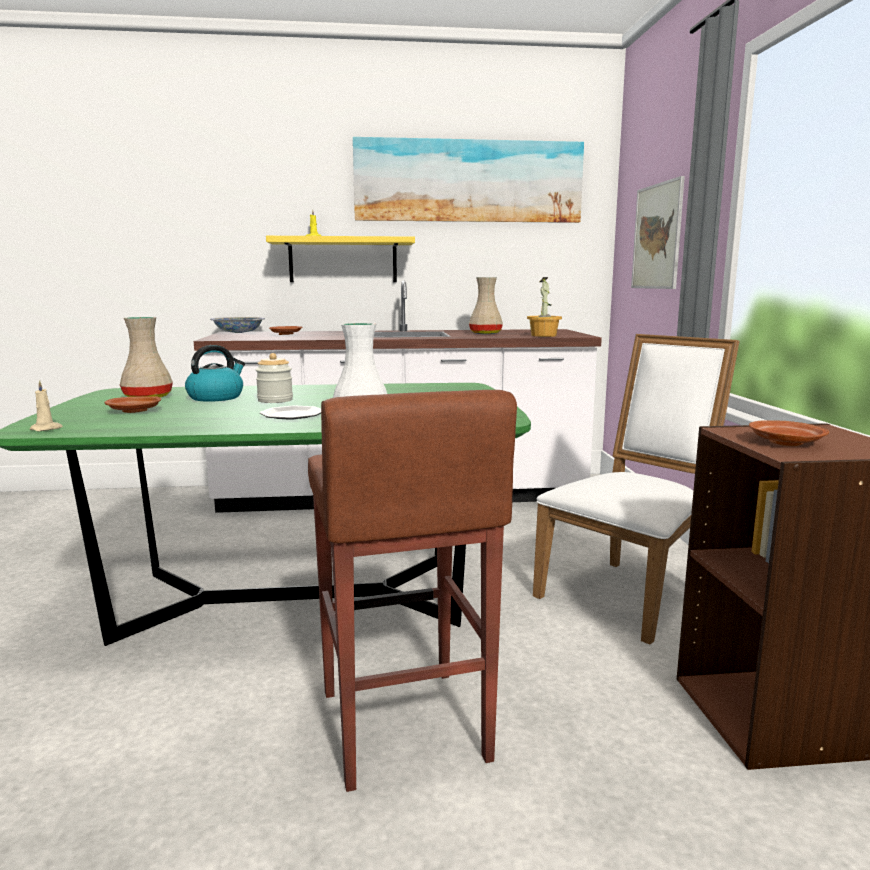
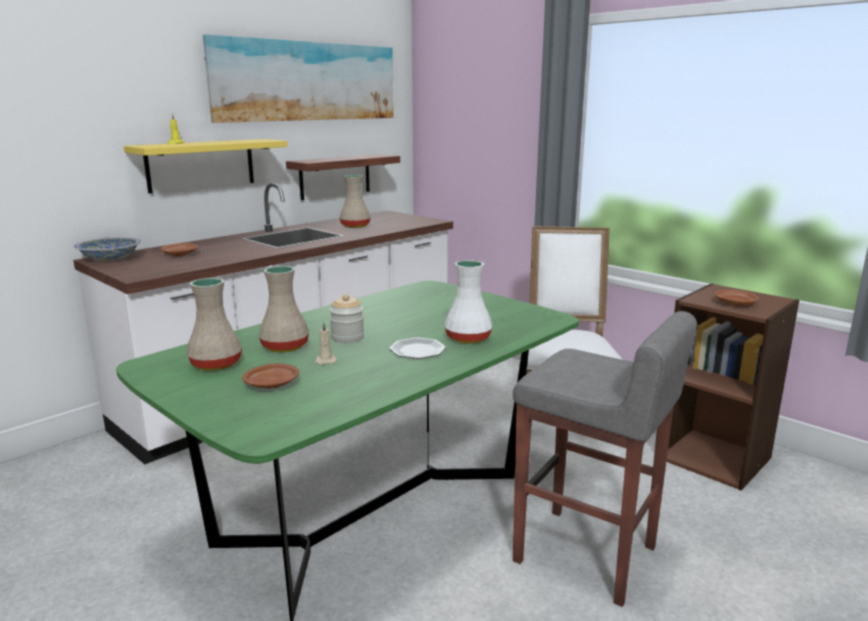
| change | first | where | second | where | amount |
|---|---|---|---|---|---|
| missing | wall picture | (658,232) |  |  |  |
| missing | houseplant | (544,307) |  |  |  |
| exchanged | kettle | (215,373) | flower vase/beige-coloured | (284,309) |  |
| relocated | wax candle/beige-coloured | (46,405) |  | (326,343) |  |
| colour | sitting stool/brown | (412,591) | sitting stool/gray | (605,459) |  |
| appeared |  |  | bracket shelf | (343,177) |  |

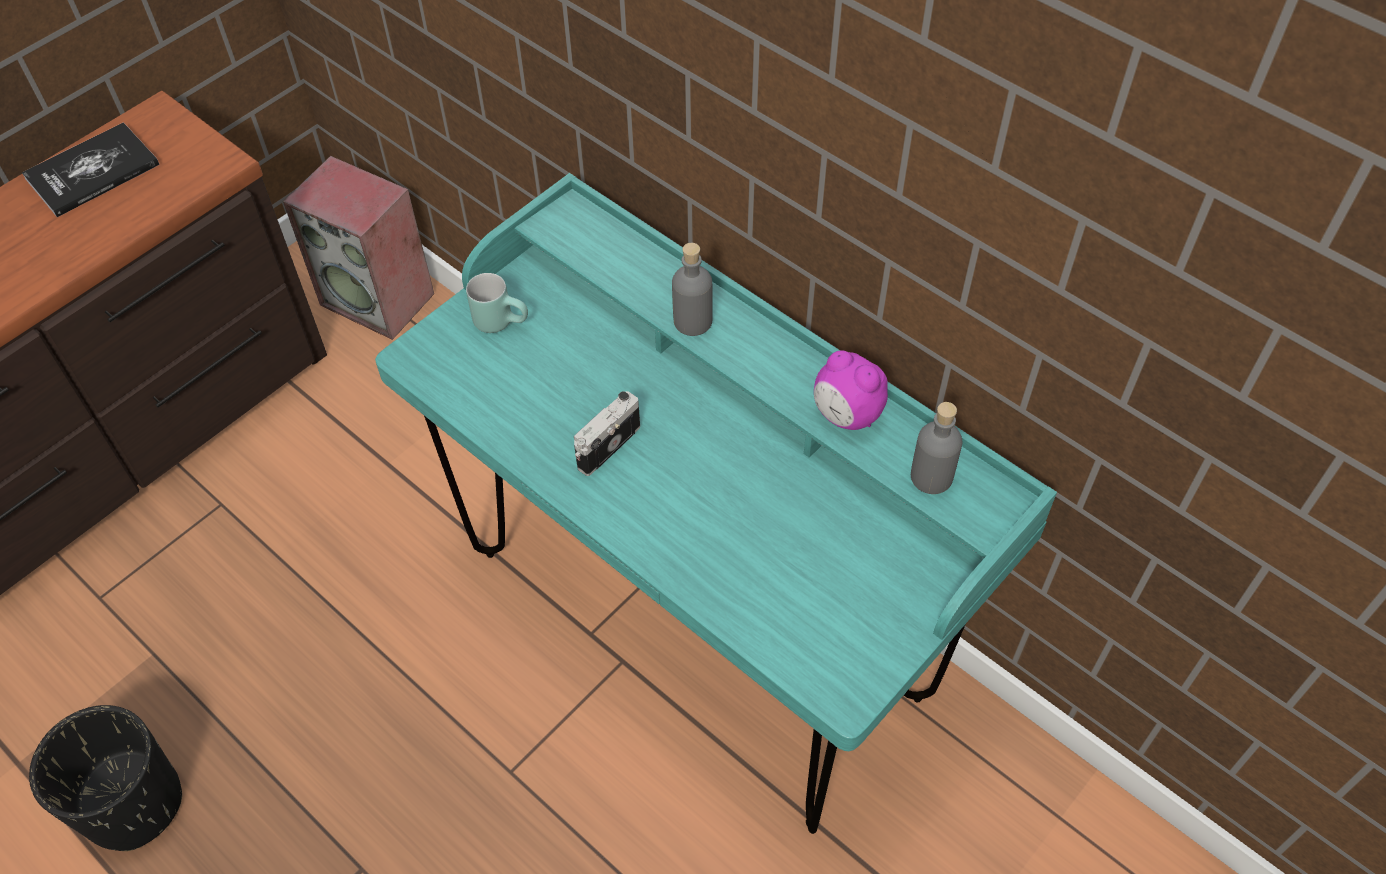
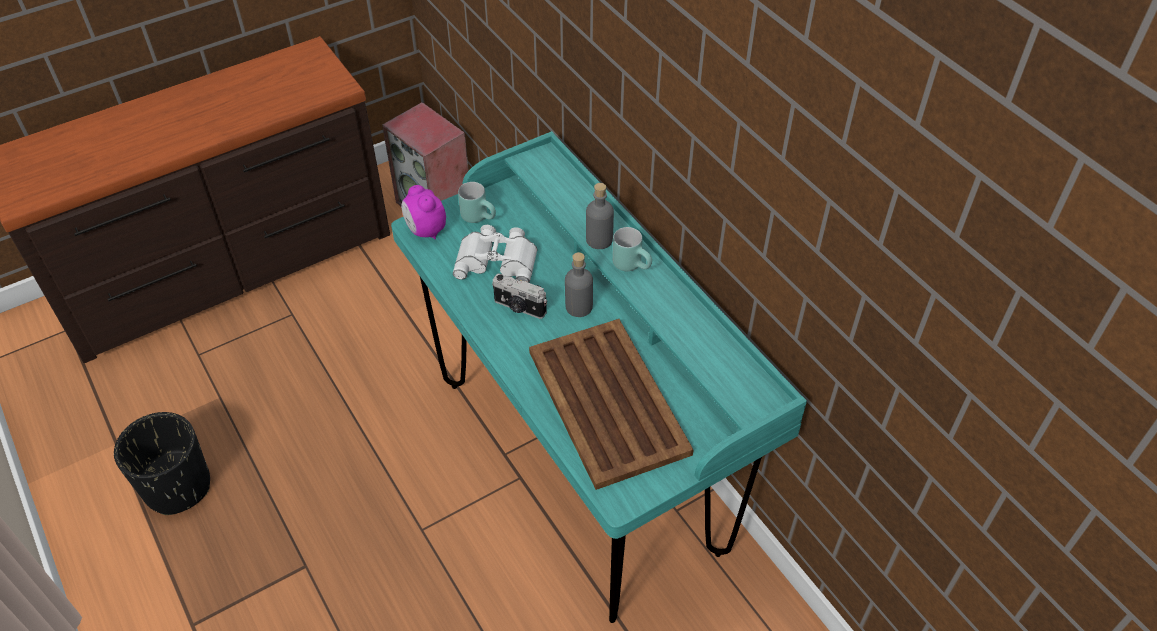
| change | first | where | second | where | amount |
|---|---|---|---|---|---|
| missing | bound book | (91,169) |  |  |  |
| relocated | bedside clock | (851,390) |  | (423,212) |  |
| spun | photo camera | (607,433) |  | (519,296) | 120 degrees counterclockwise |
| relocated | beverage bottle/gray | (937,448) |  | (579,284) |  |
| appeared |  |  | binoculars/whitish | (495,254) |  |
| appeared |  |  | coffee mug/turquoise | (632,249) |  |
| appeared |  |  | tray/brown | (611,404) |  |

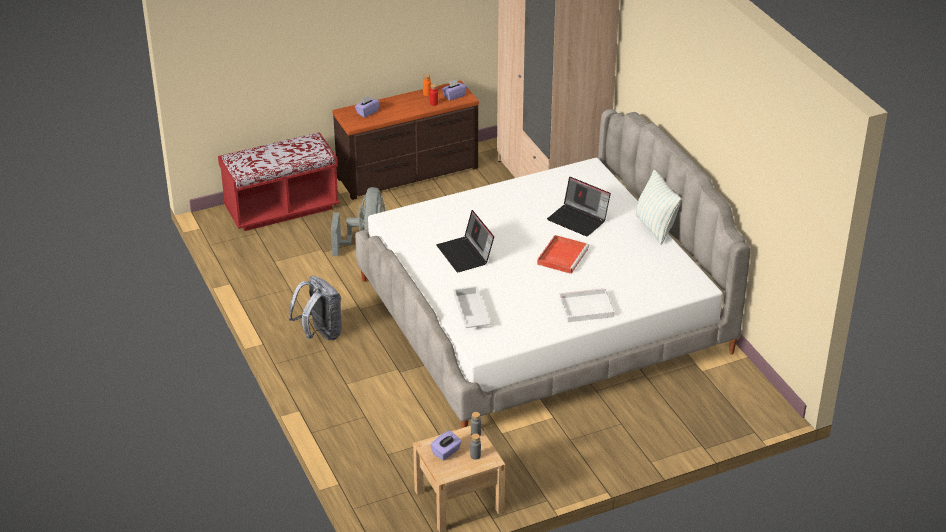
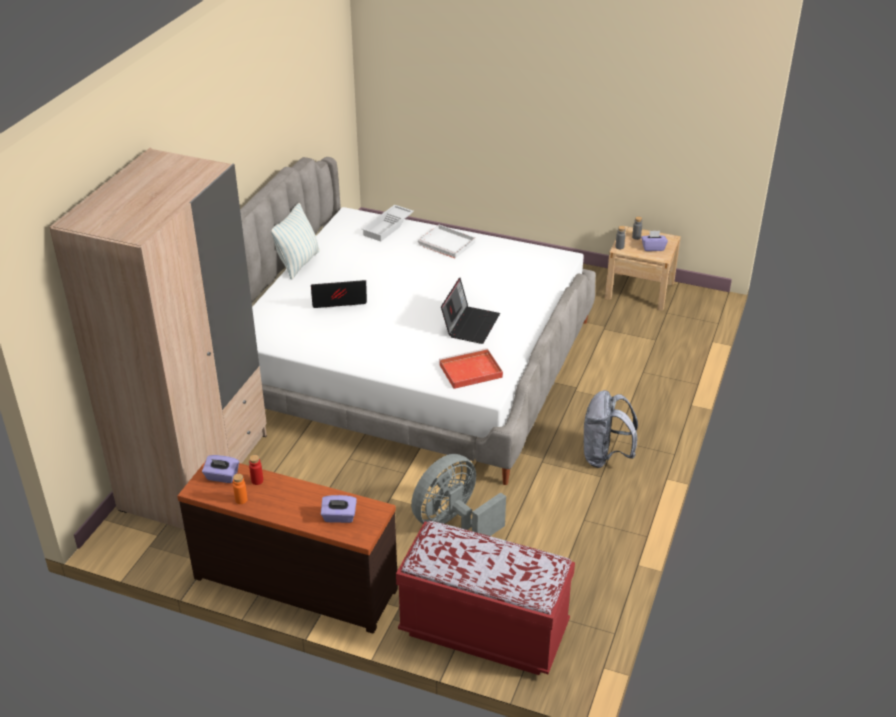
| change | first | where | second | where | amount |
|---|---|---|---|---|---|
| spun | laptop | (579,207) |  | (339,294) | 90 degrees counterclockwise |
| relocated | tray/red | (563,254) |  | (471,368) |  |
| relocated | tray/whitish | (472,307) |  | (387,223) |  |

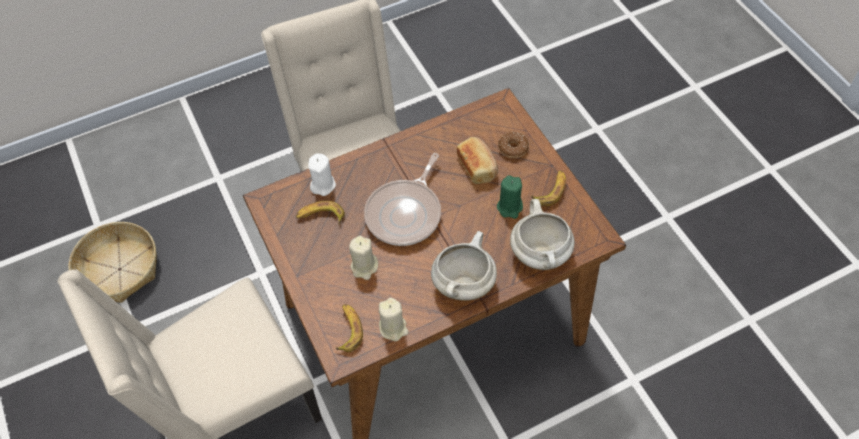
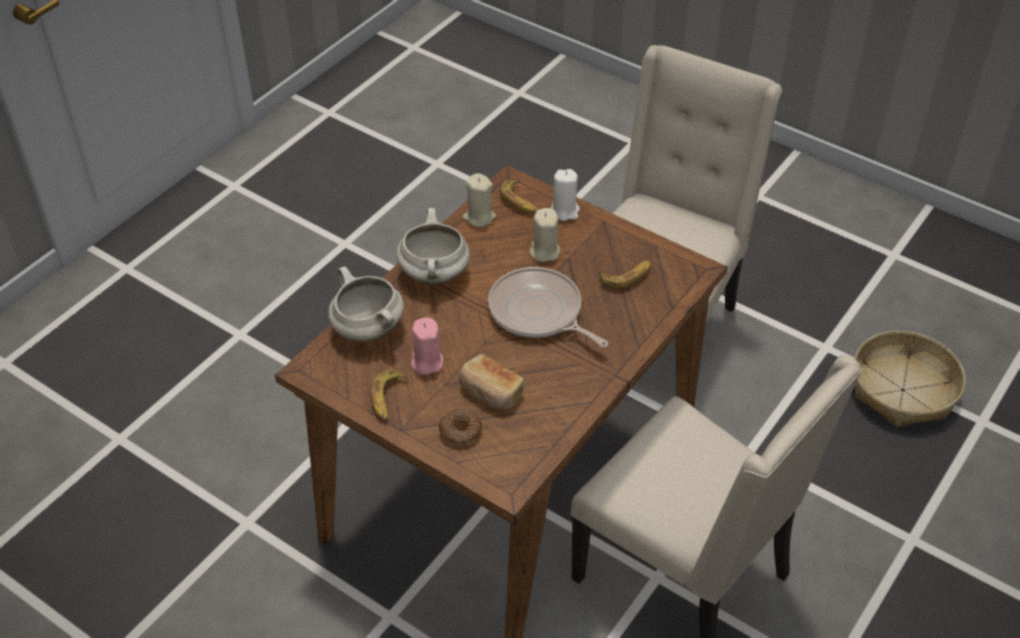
| change | first | where | second | where | amount |
|---|---|---|---|---|---|
| relocated | wax candle/whitish | (322,174) |  | (565,195) |  |
| spun | pan | (402,199) |  | (548,307) | 45 degrees counterclockwise |
| colour | wax candle/green-coloured | (510,197) | wax candle/pink-coloured | (427,346) |  |

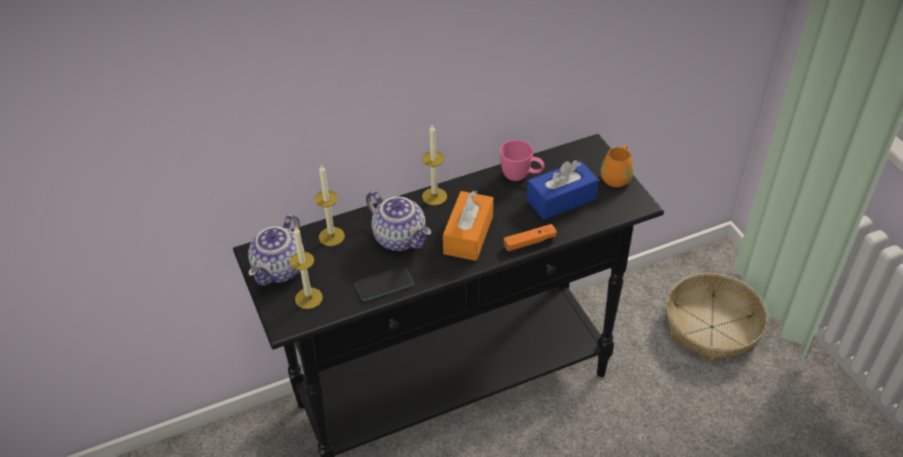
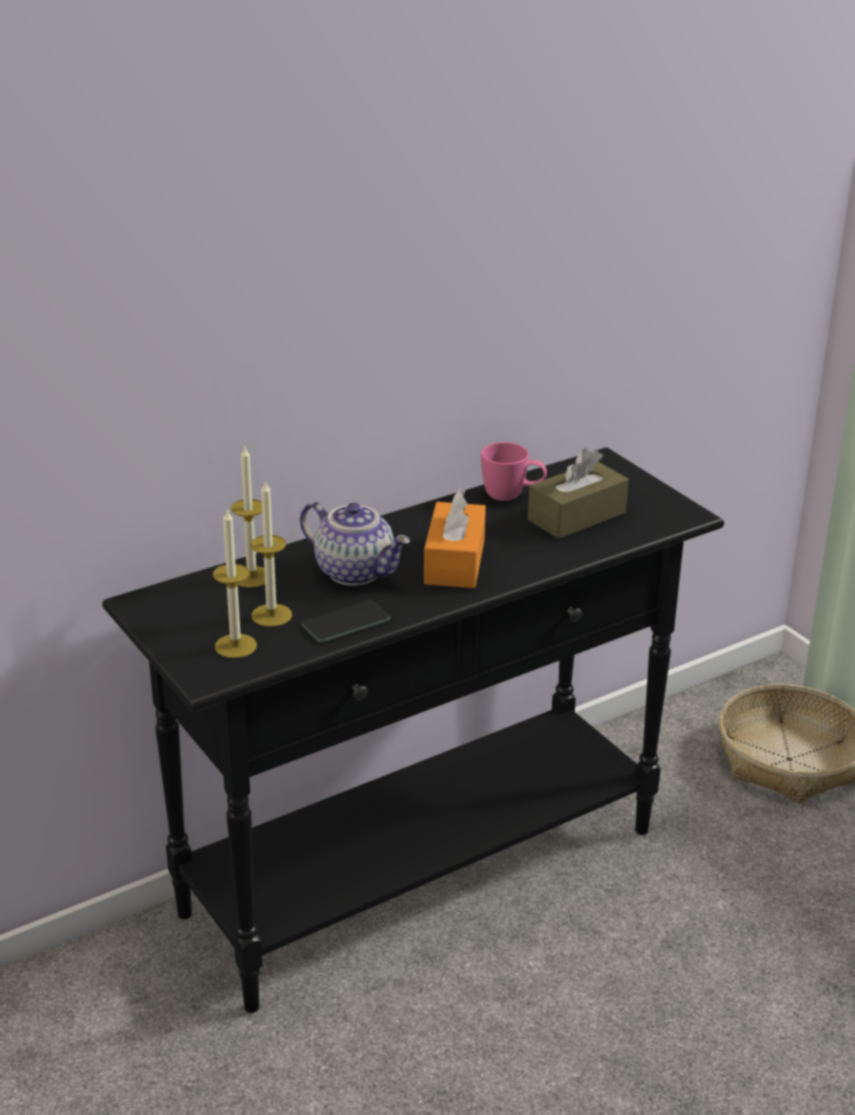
| change | first | where | second | where | amount |
|---|---|---|---|---|---|
| relocated | wax candle | (434,165) |  | (271,553) |  |
| missing | coffee mug/orangey | (617,166) |  |  |  |
| colour | box of tissues/bluish | (563,190) | box of tissues/brown | (578,493) |  |
| missing | teapot | (276,249) |  |  |  |
| missing | gamepad/orangey | (530,237) |  |  |  |

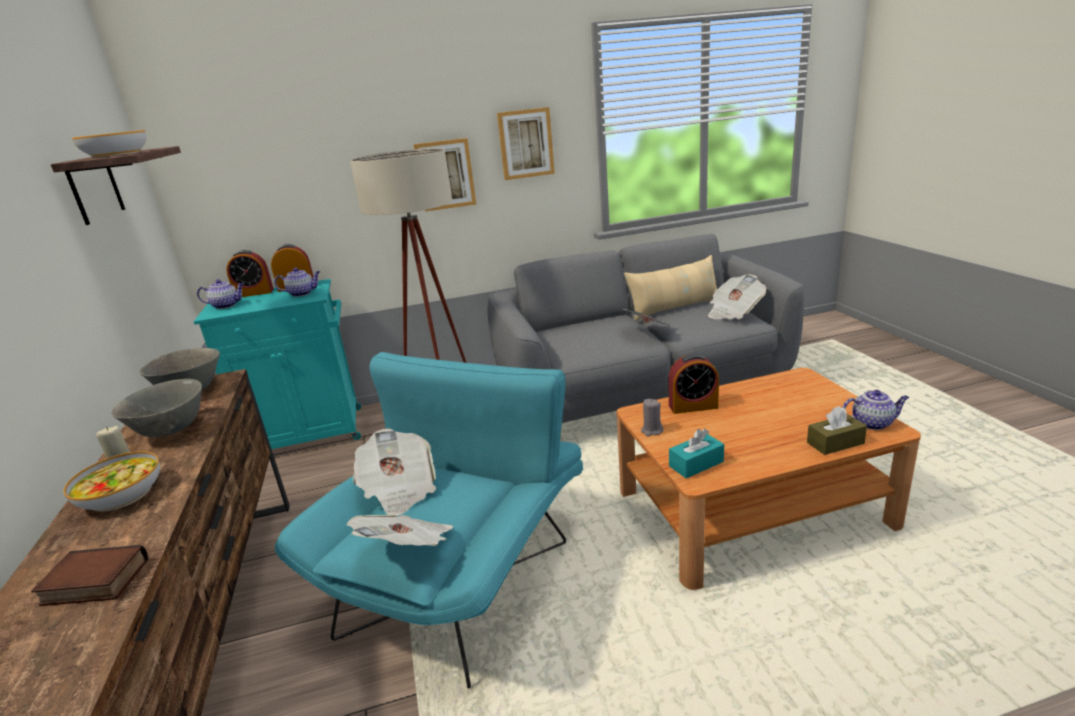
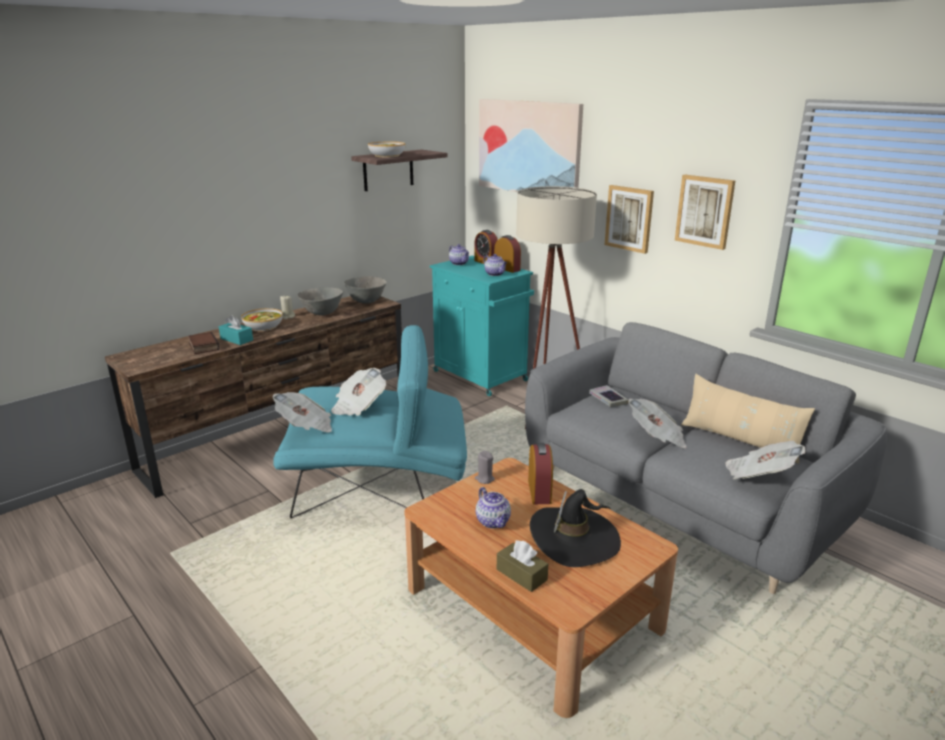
| change | first | where | second | where | amount |
|---|---|---|---|---|---|
| spun | bedside clock | (694,384) |  | (540,473) | 150 degrees counterclockwise |
| relocated | teapot | (875,410) |  | (493,507) |  |
| relocated | box of tissues/turquoise | (696,453) |  | (236,330) |  |
| appeared |  |  | wall picture | (531,145) |  |
| appeared |  |  | bound book | (608,396) |  |
| appeared |  |  | wearable hat/black-coloured | (575,528) |  |

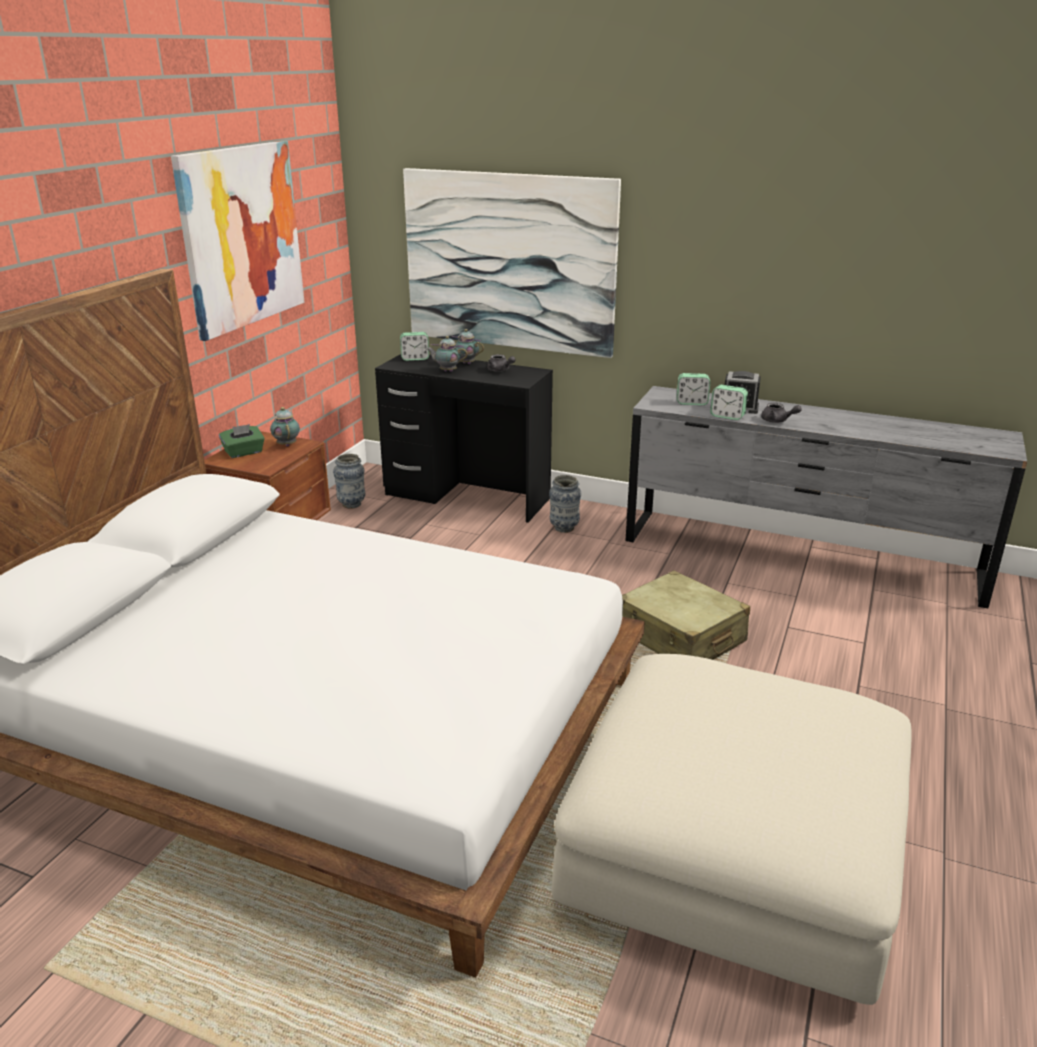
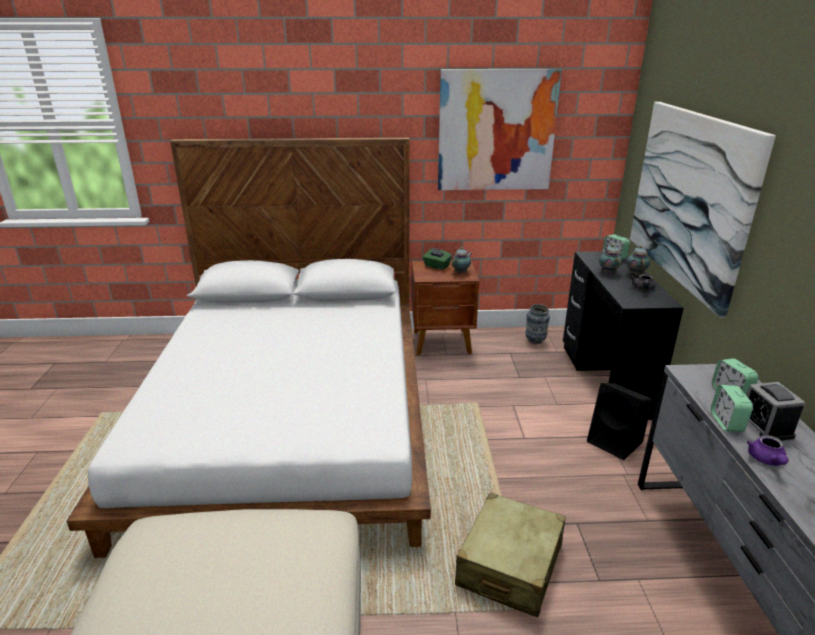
| change | first | where | second | where | amount |
|---|---|---|---|---|---|
| colour | teapot/gray | (781,413) | teapot/purple-coloured | (768,450) |  |
| exchanged | flower vase | (565,504) | audio speaker/black-coloured | (619,421) |  |

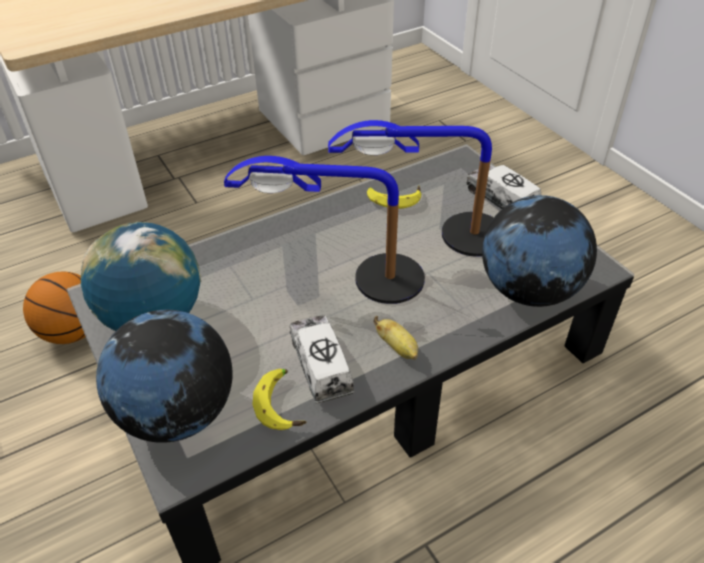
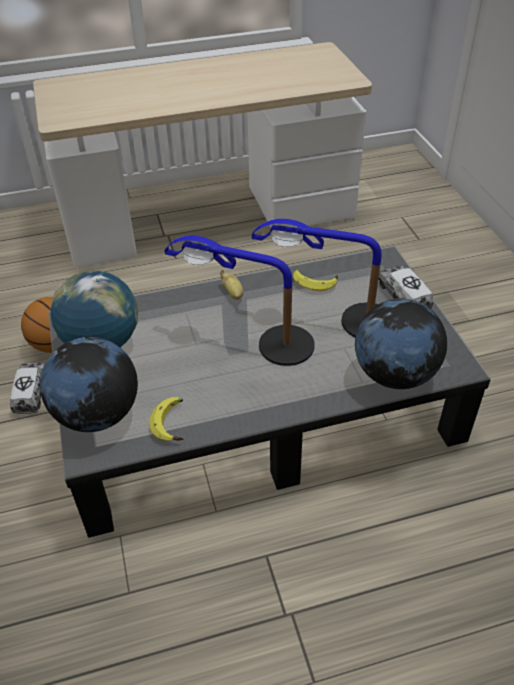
| change | first | where | second | where | amount |
|---|---|---|---|---|---|
| relocated | toy truck | (322,359) |  | (27,388) |  |
| relocated | banana | (395,338) |  | (231,285) |  |

